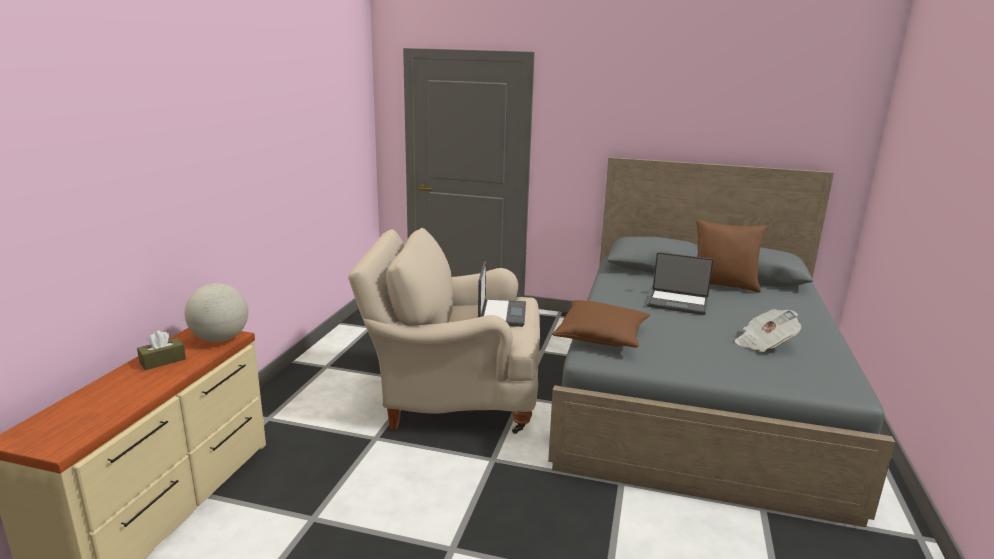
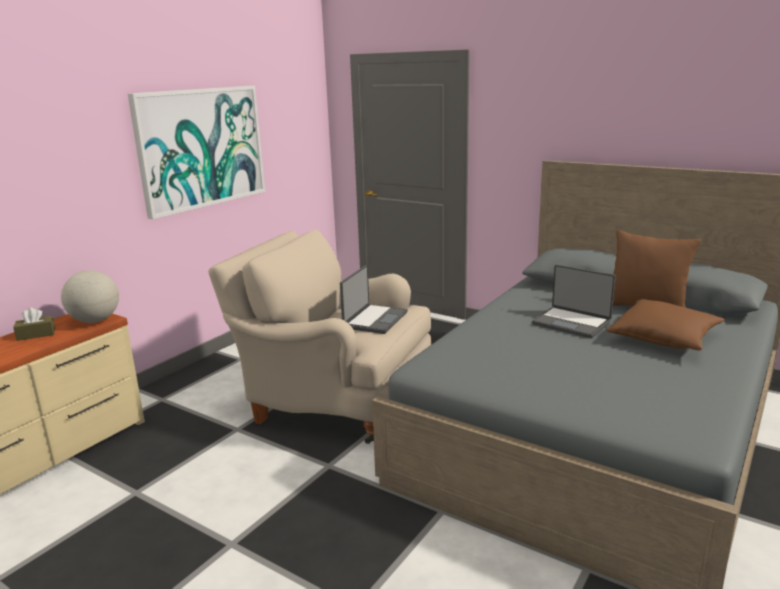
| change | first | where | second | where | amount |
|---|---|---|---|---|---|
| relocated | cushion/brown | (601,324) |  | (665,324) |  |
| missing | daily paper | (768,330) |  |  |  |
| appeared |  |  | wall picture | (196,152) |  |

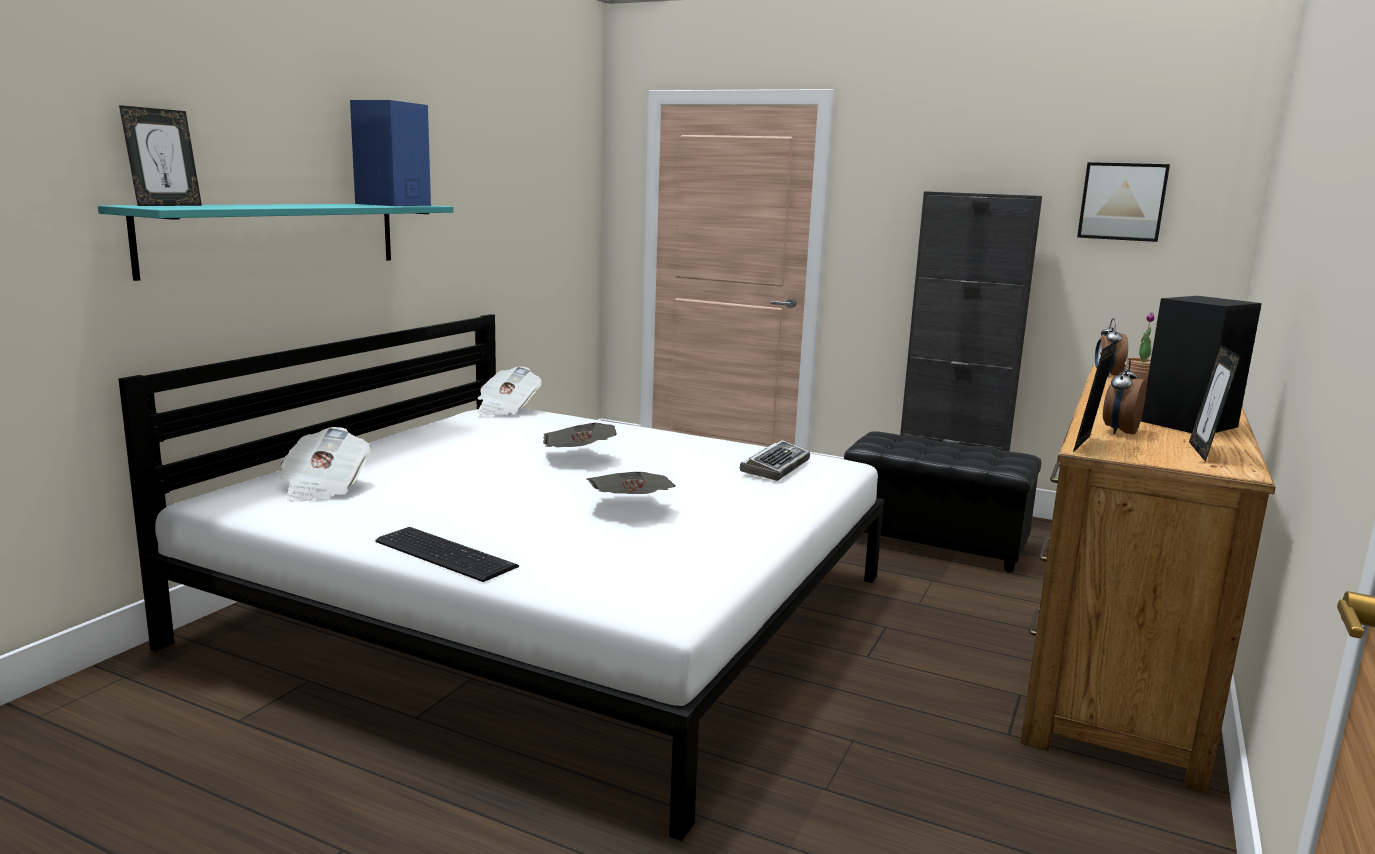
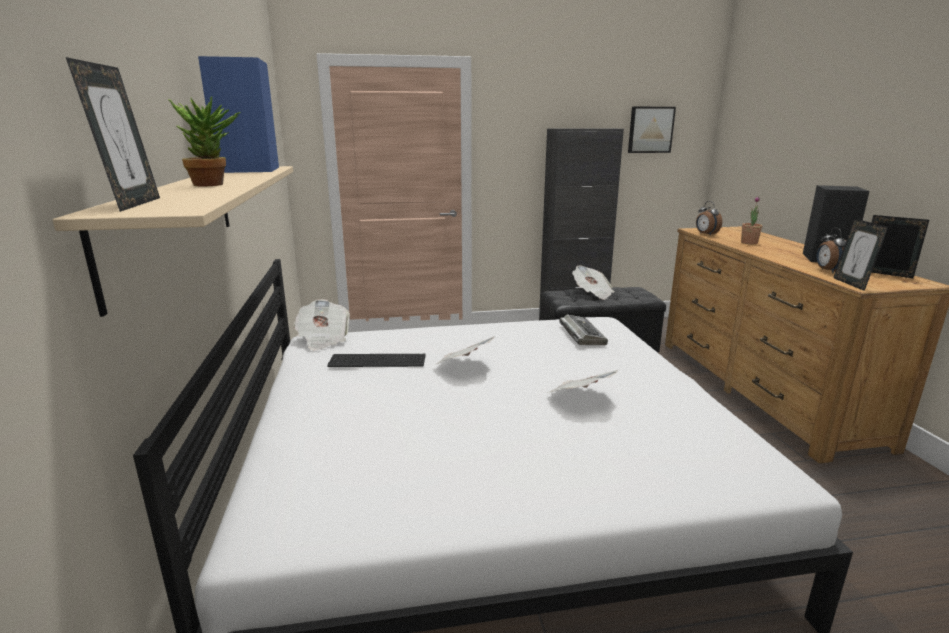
| change | first | where | second | where | amount |
|---|---|---|---|---|---|
| colour | bracket shelf/turquoise | (276,242) | bracket shelf/beige-coloured | (173,241) |  |
| spun | picture frame | (1214,403) |  | (900,246) | 150 degrees clockwise |
| relocated | daily paper | (325,464) |  | (593,282) |  |
| relocated | PC keyboard | (447,554) |  | (377,360) |  |
| appeared |  |  | houseplant | (204,141) |  |

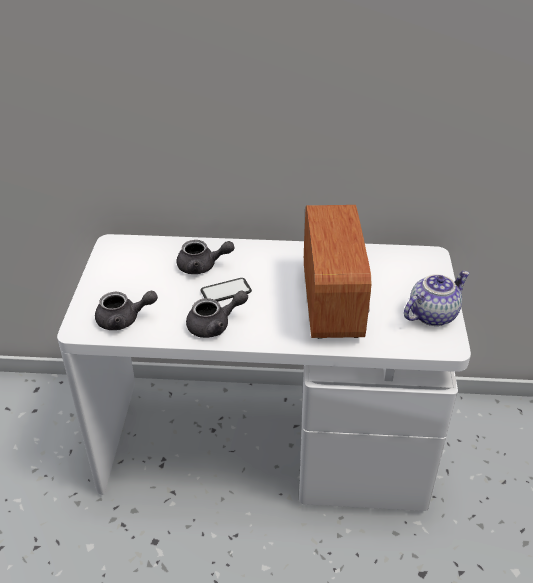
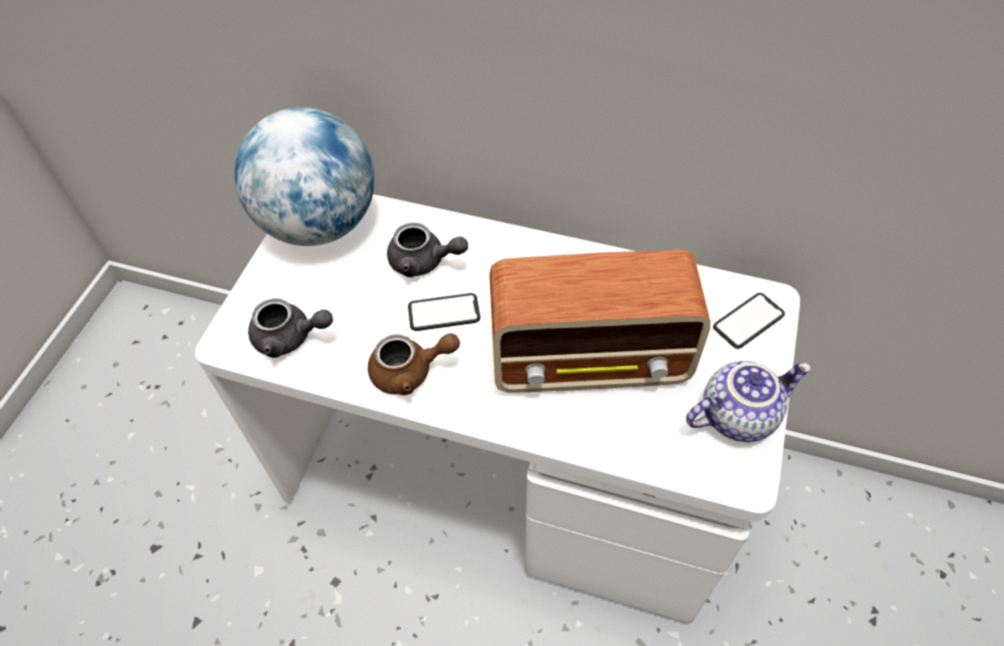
| change | first | where | second | where | amount |
|---|---|---|---|---|---|
| spun | radio receiver | (337,272) |  | (599,321) | 75 degrees clockwise |
| colour | teapot/gray | (217,314) | teapot/brown | (414,364) |  |
| appeared |  |  | world globe | (304,176) |  |
| appeared |  |  | telephone | (749,321) |  |

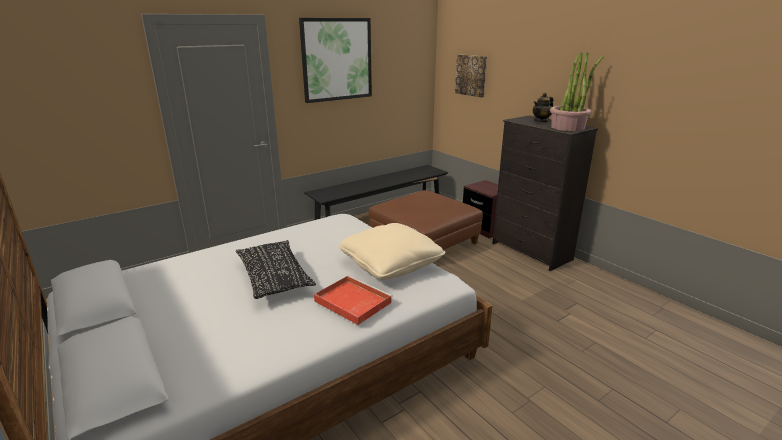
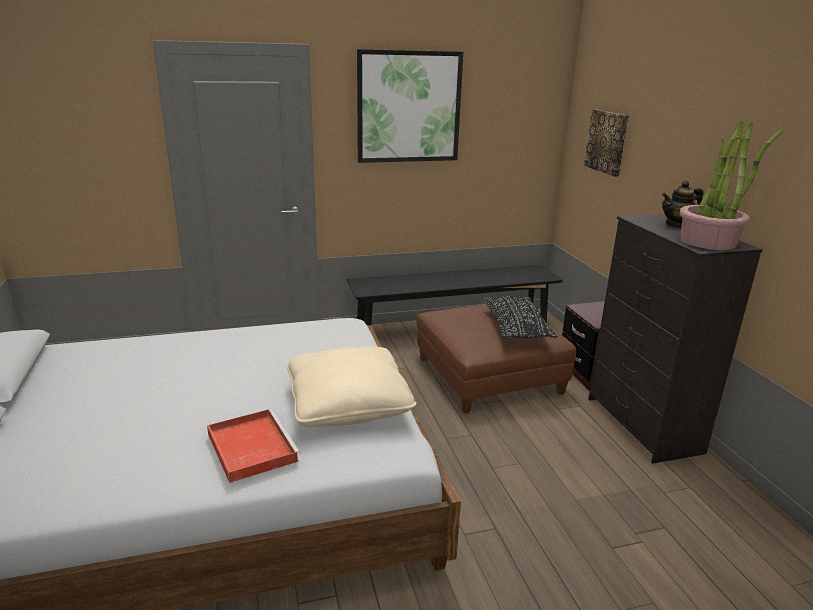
| change | first | where | second | where | amount |
|---|---|---|---|---|---|
| relocated | cushion/black-coloured | (276,269) |  | (520,317) |  |

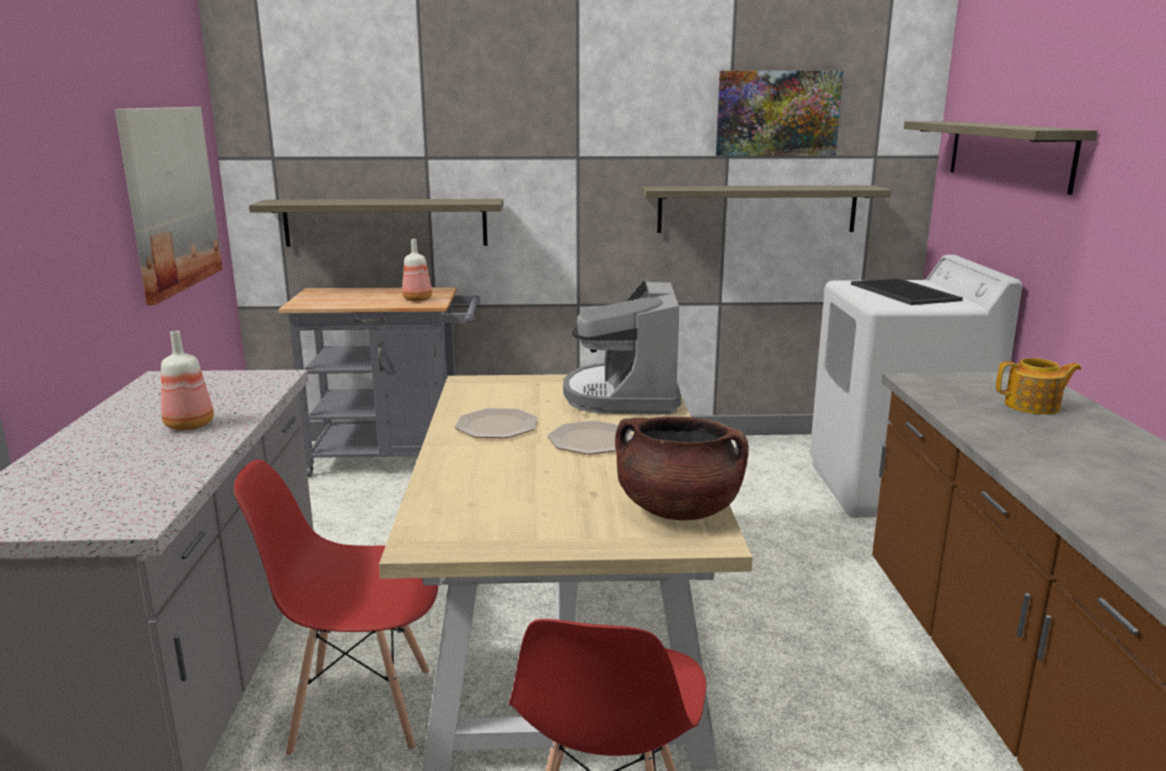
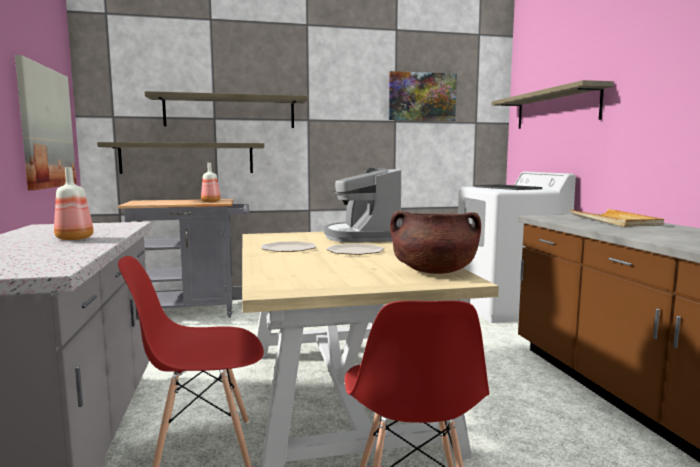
| change | first | where | second | where | amount |
|---|---|---|---|---|---|
| relocated | bracket shelf | (766,209) |  | (226,109) |  |
| exchanged | teapot | (1038,386) | tray/beige-coloured | (617,218) |  |

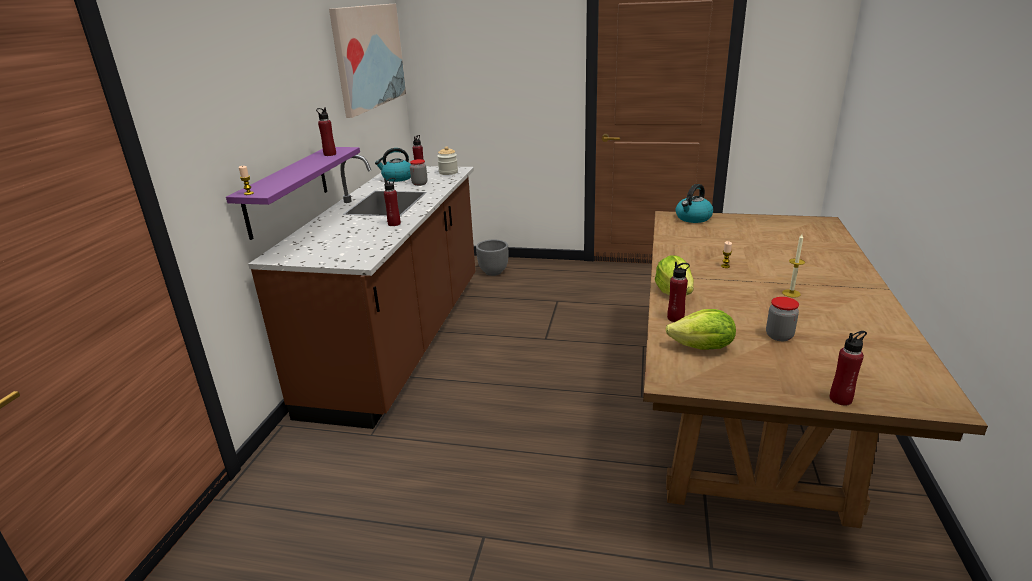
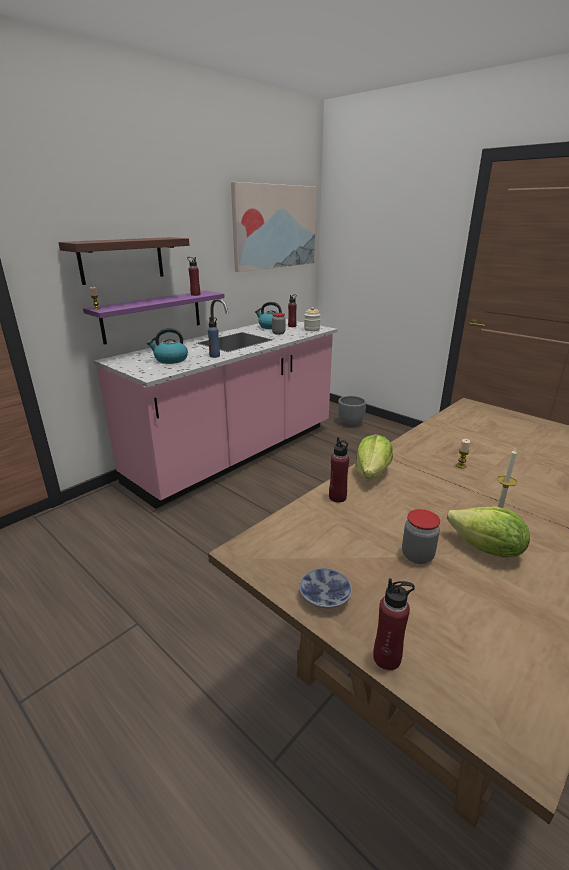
| change | first | where | second | where | amount |
|---|---|---|---|---|---|
| colour | kitchen base unit/brown | (361,292) | kitchen base unit/pink-coloured | (216,404) |  |
| colour | beverage bottle/red | (392,202) | beverage bottle/bluish | (214,337) |  |
| relocated | kettle | (694,203) |  | (167,346) |  |
| relocated | lettuce head | (701,329) |  | (488,532) |  |
| appeared |  |  | bracket shelf | (123,261) |  |
| appeared |  |  | serving bowl | (325,588) |  |

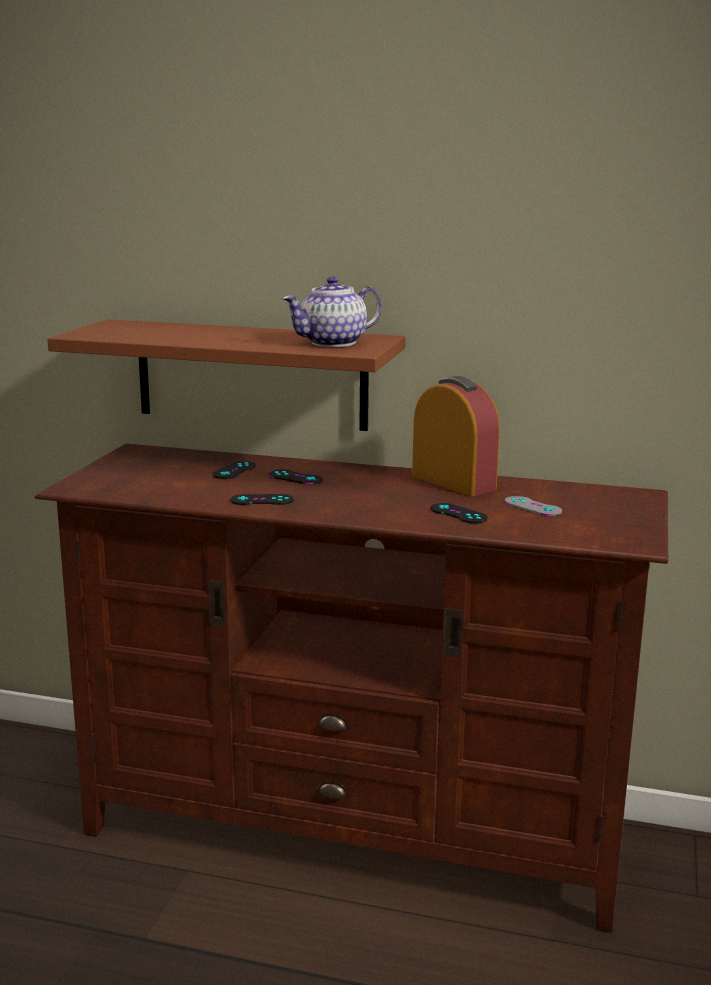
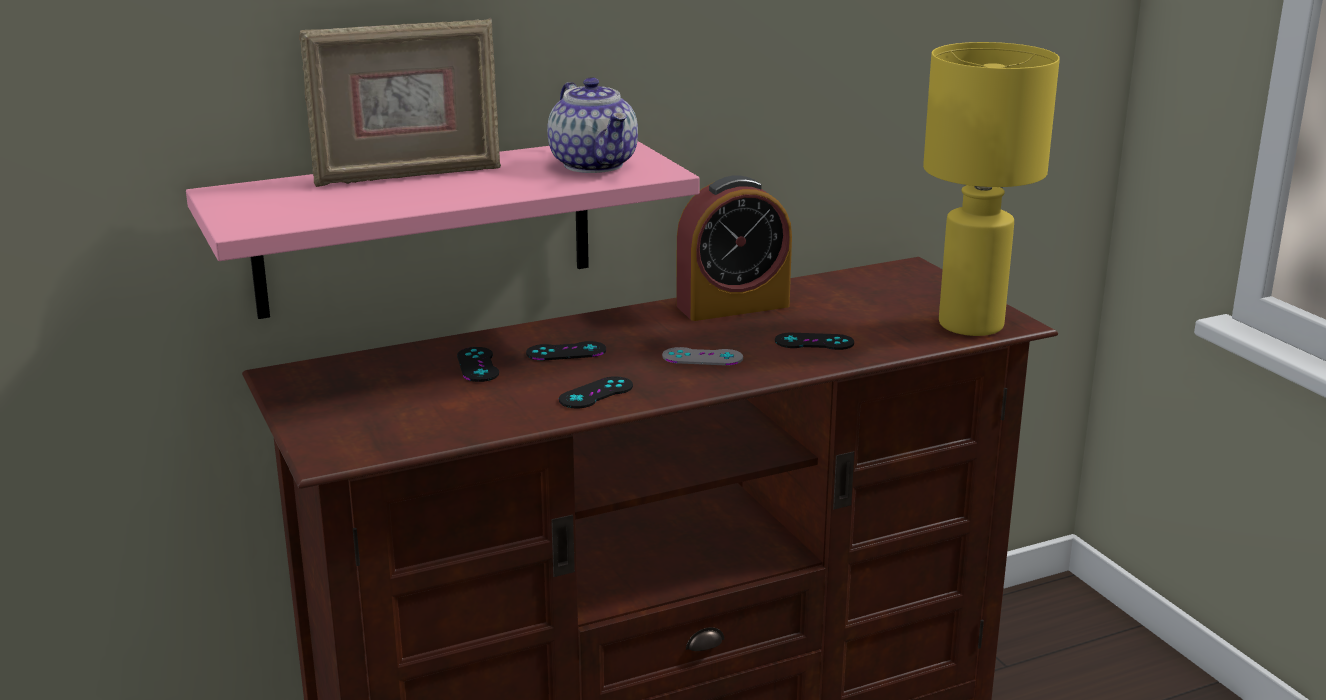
| change | first | where | second | where | amount |
|---|---|---|---|---|---|
| spun | teapot | (332,311) |  | (592,125) | 45 degrees counterclockwise |
| colour | bracket shelf/brown | (226,375) | bracket shelf/pink-coloured | (443,230) |  |
| spun | bedside clock | (456,436) |  | (734,248) | 150 degrees clockwise |
| relocated | gamepad/gray | (533,506) |  | (702,356) |  |
| appeared |  |  | picture frame | (400,102) |  |
| appeared |  |  | table lamp/yellow | (991,189) |  |

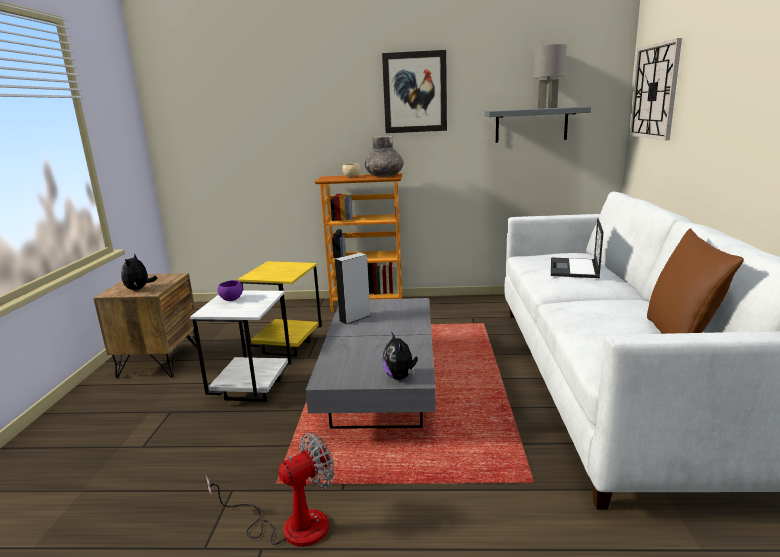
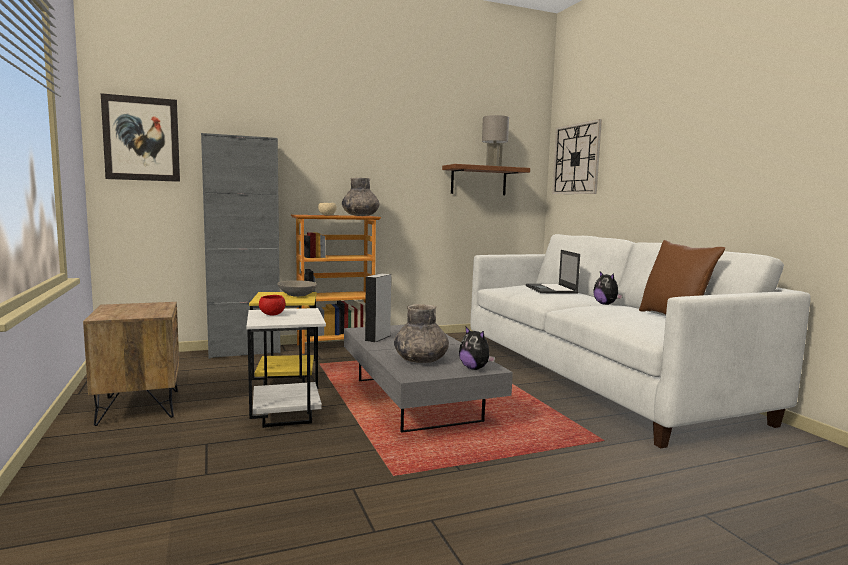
| change | first | where | second | where | amount |
|---|---|---|---|---|---|
| relocated | wall picture | (414,91) |  | (140,137) |  |
| colour | bracket shelf/gray | (538,125) | bracket shelf/brown | (486,179) |  |
| relocated | soft toy | (139,271) |  | (608,288) |  |
| colour | serving bowl/purple-coloured | (230,290) | serving bowl/red | (272,305) |  |
| missing | fan | (269,489) |  |  |  |
| appeared |  |  | cabinet/gray | (241,246) |  |
| appeared |  |  | serving bowl/gray | (297,288) |  |
| appeared |  |  | flower vase/gray | (421,333) |  |

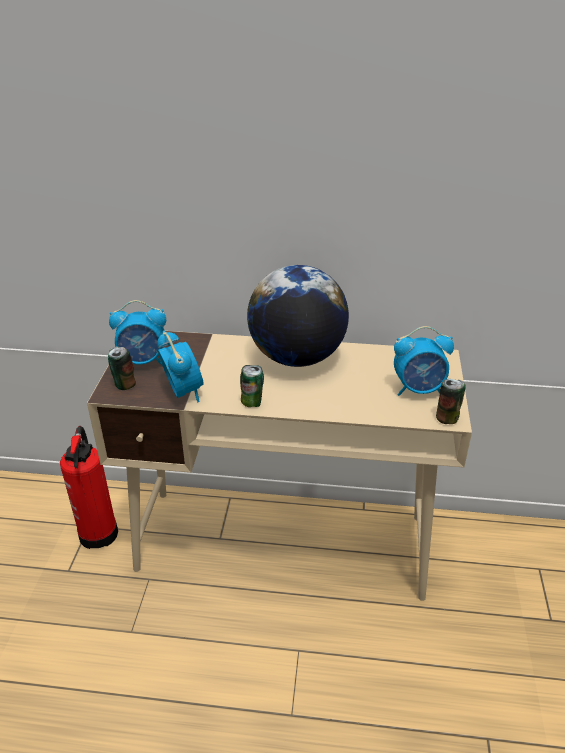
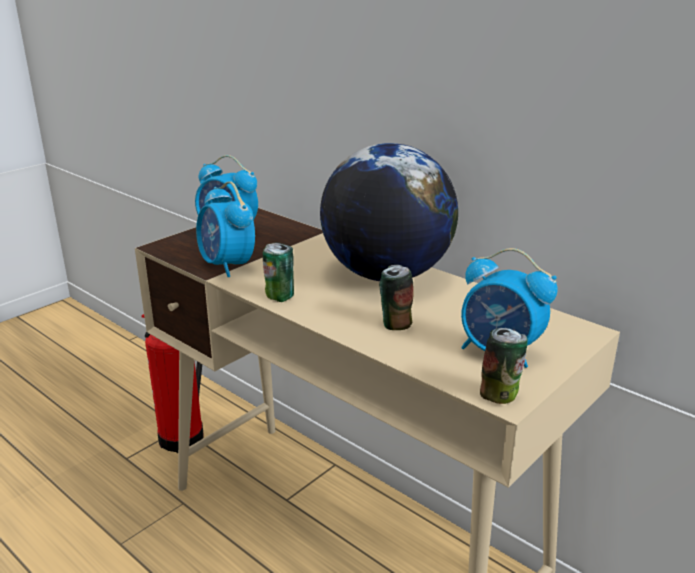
| change | first | where | second | where | amount |
|---|---|---|---|---|---|
| spun | bedside clock | (180,366) |  | (225,229) | 135 degrees clockwise |
| relocated | can | (122,368) |  | (396,297) |  |

